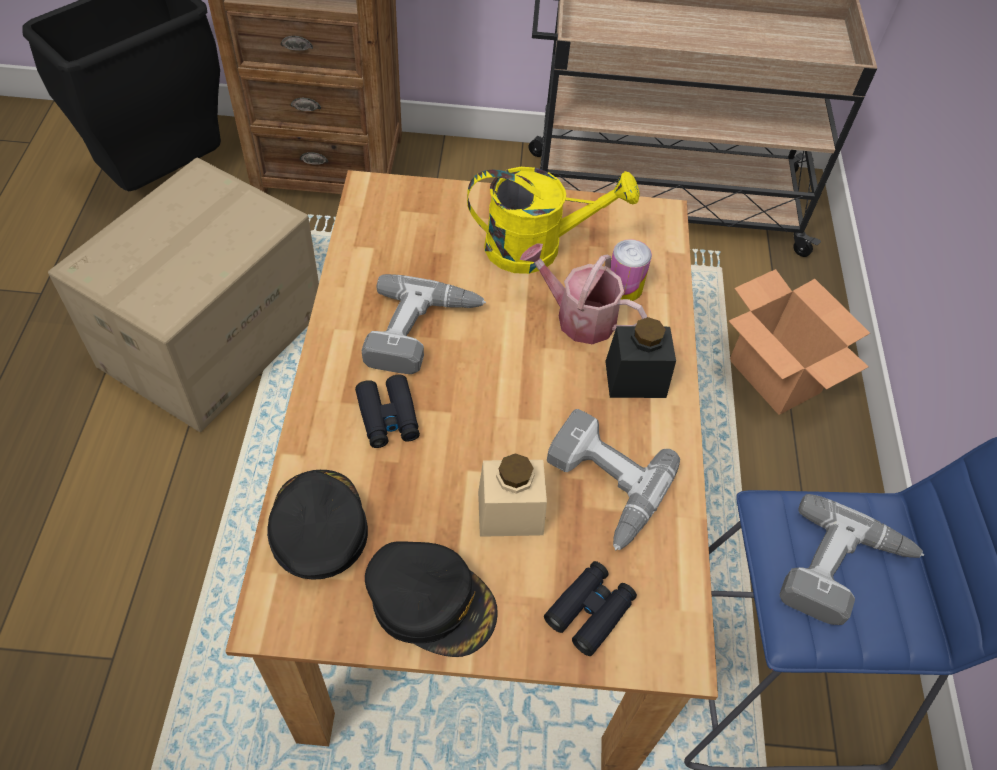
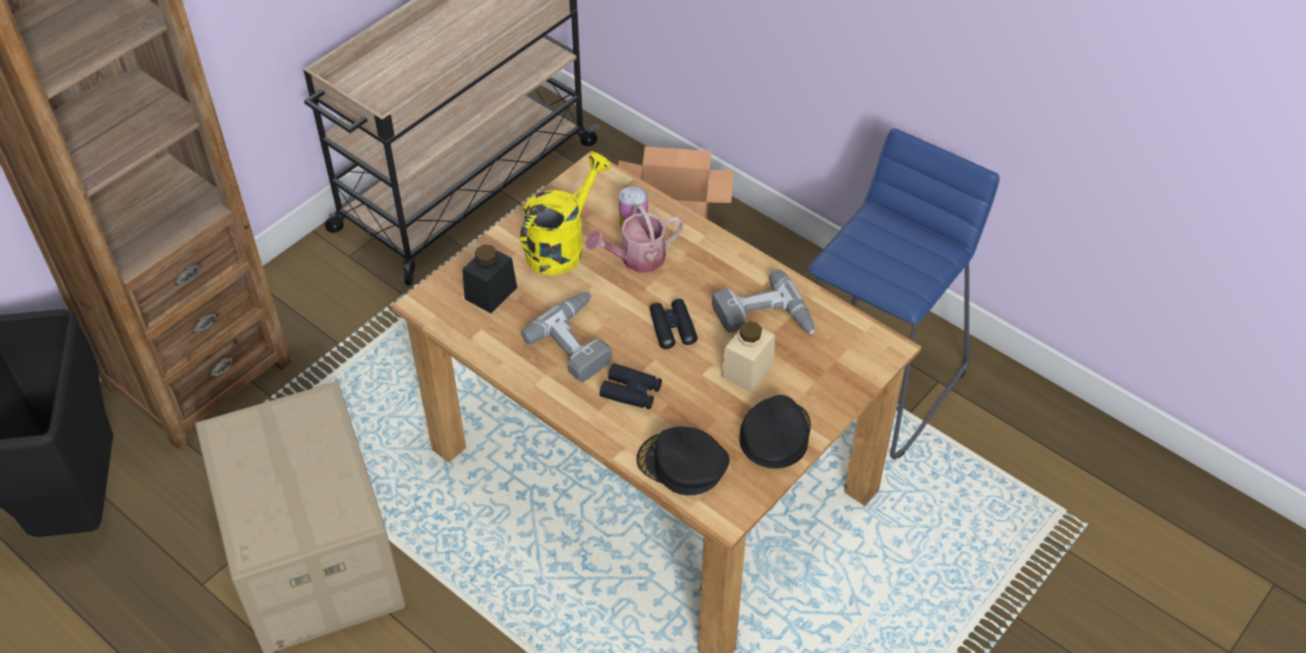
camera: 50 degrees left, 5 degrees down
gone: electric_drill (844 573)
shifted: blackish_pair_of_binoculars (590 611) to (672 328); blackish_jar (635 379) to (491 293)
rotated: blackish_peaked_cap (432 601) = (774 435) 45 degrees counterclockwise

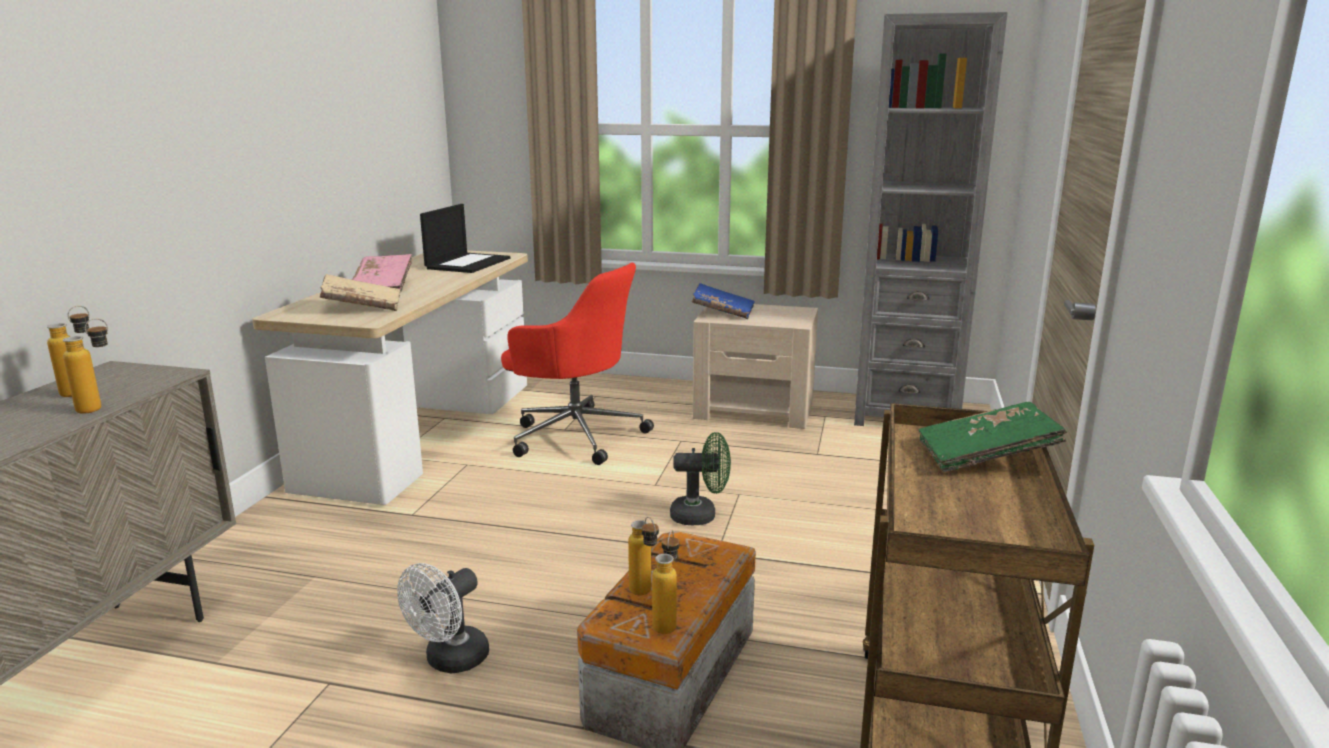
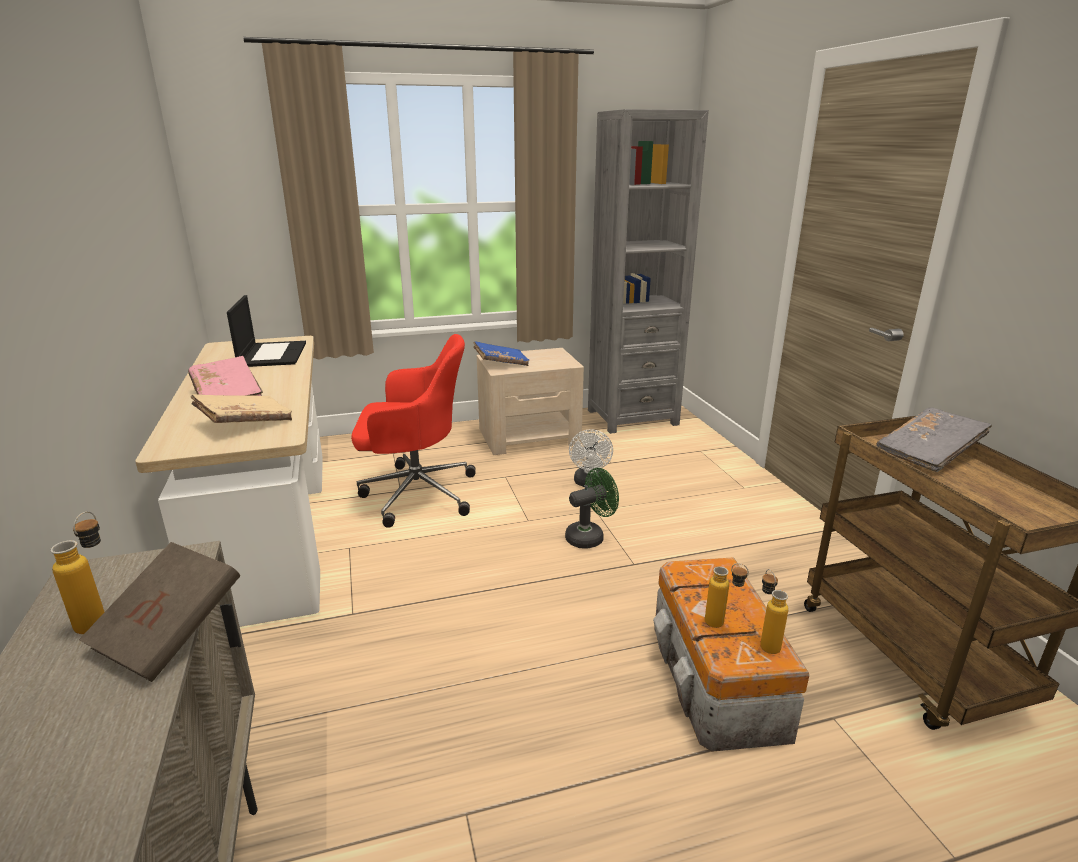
camera: 30 degrees left, 5 degrees up
shifted: white_electric_fan (450 661) to (590 483)
swapped: beverage_bottle (100 408) to brownish_book (170 633)
repainted: green-coloured_book (985 457) to gray_book (928 453)

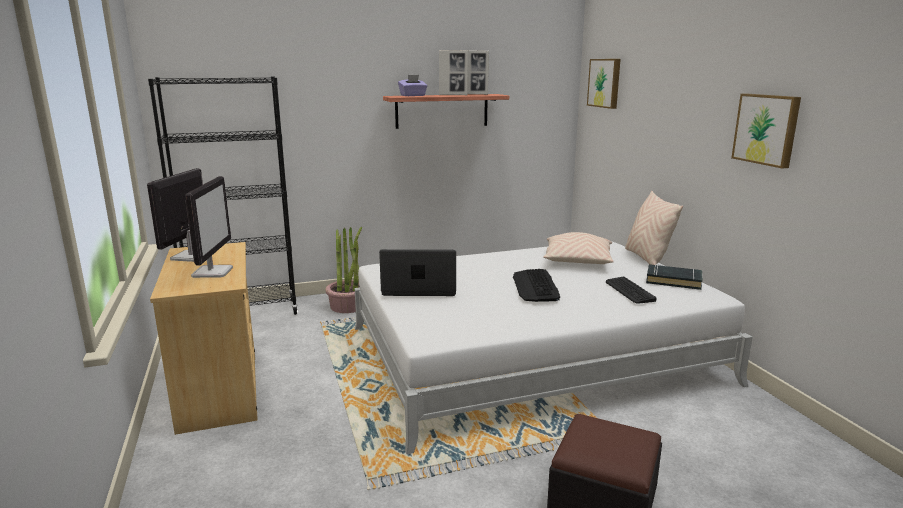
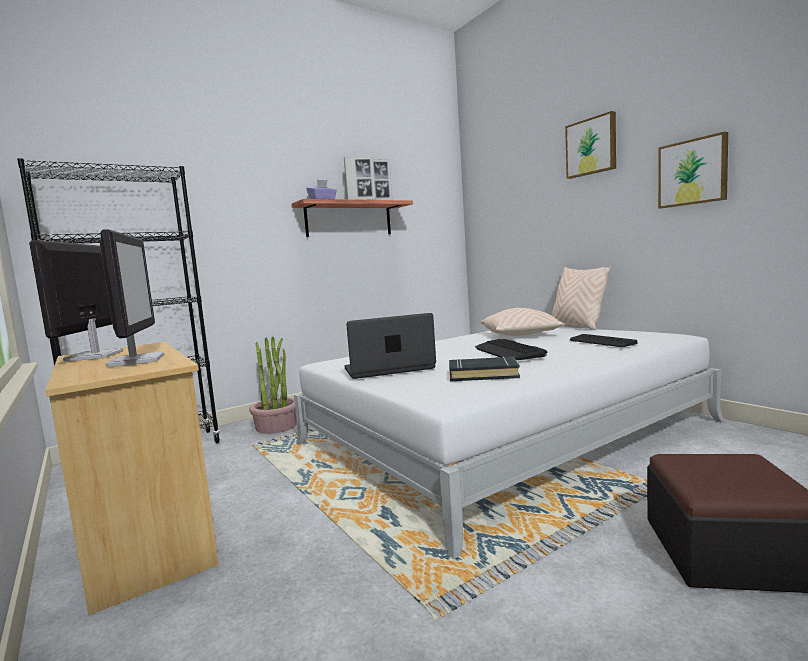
camera: 15 degrees left, 10 degrees down
shifted: picture (605 83) to (591 147); blackish_book (673 281) to (483 374)

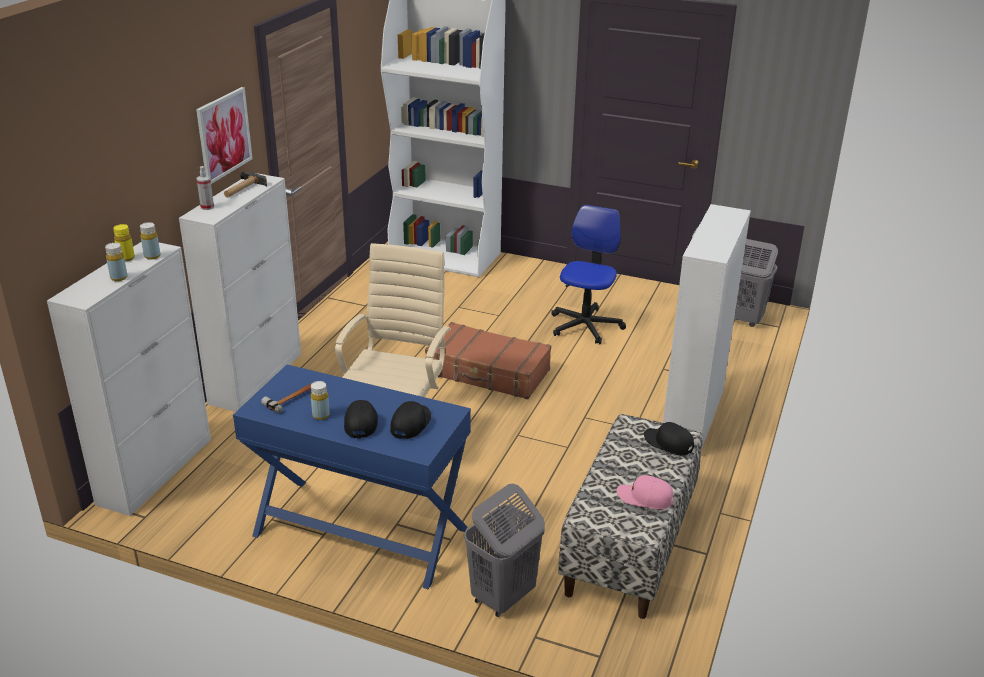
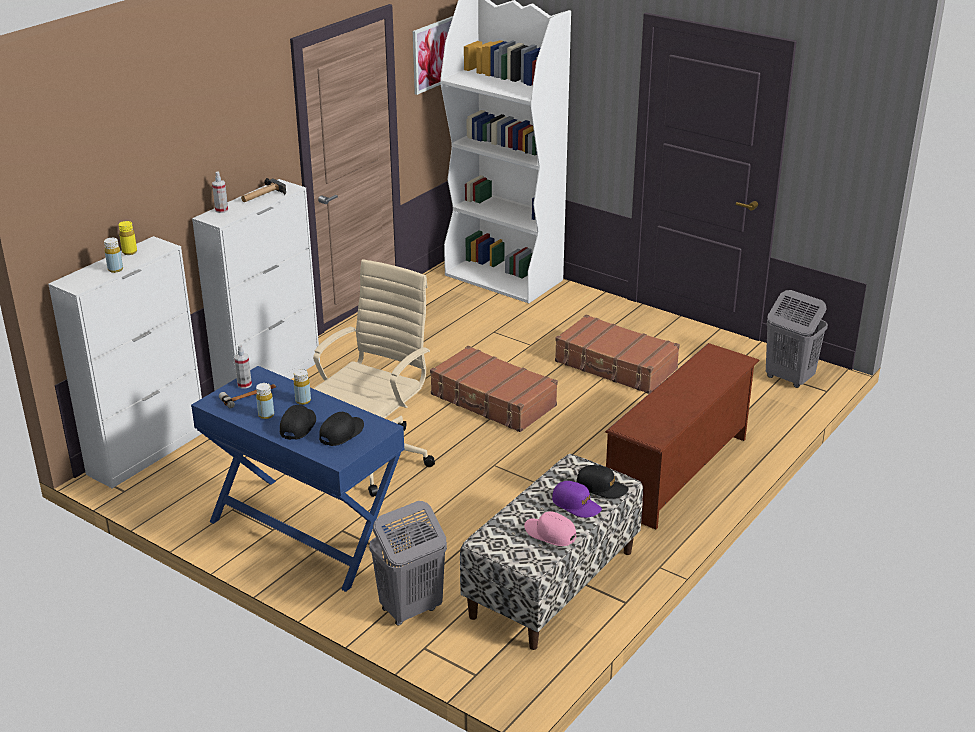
camera: 15 degrees right, 0 degrees up
new: hand_sprayer (244 384); purplish_peaked_cap (576 505)
shifted: yellow_beverage_bottle (152 256) to (303 401); picture (224 135) to (433 55)
swapped: office_chair (585 326) to brownish_suitcase (615 366); white_storage_cabinet (692 419) to brownish_shoe_rack (679 473)
rotated: blackish_peaked_cap (668 443) = (601 487) 150 degrees clockwise

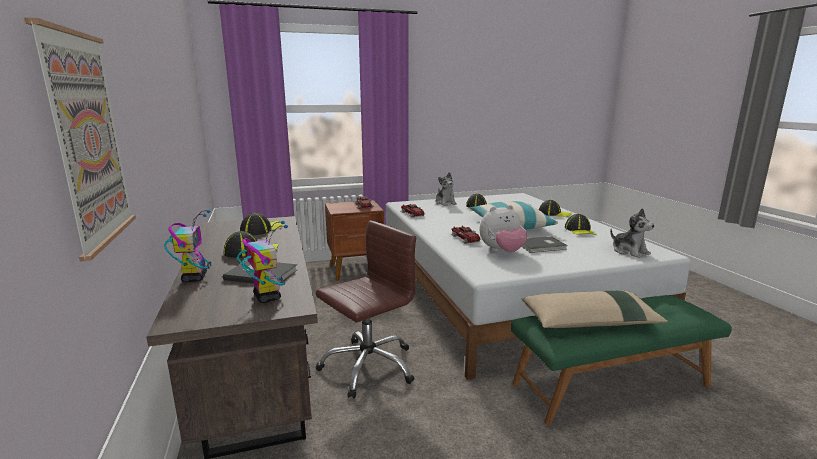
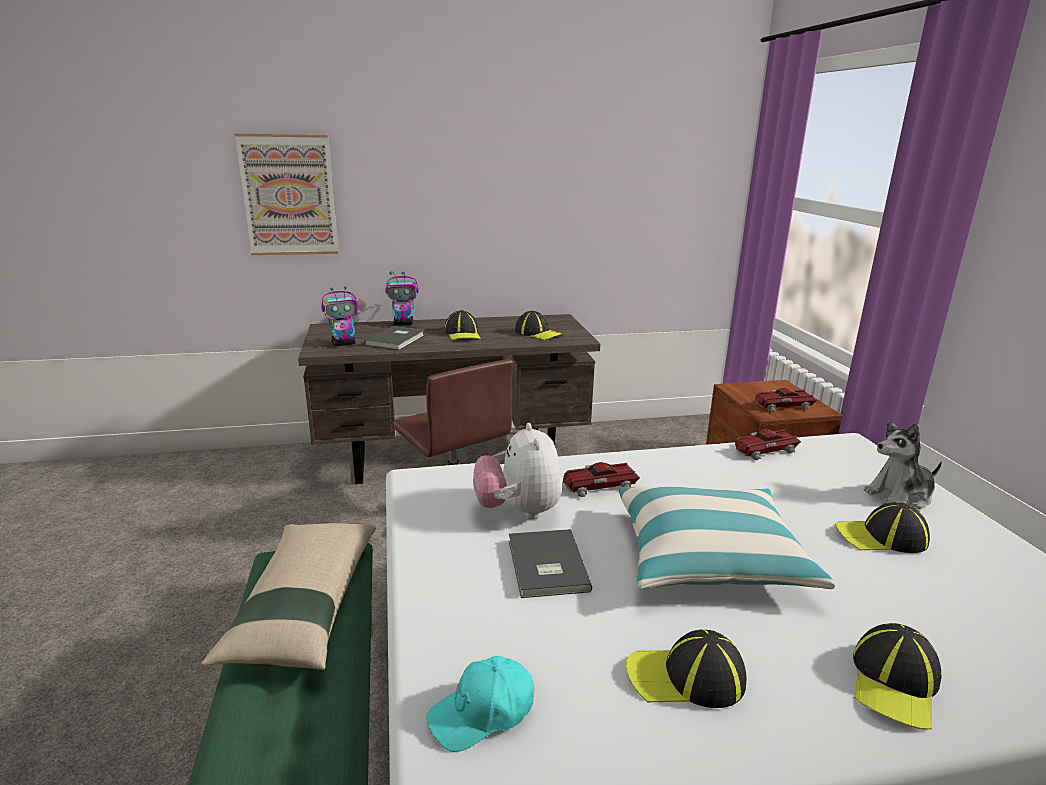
camera: 95 degrees right, 5 degrees up
swapped: plush_toy (629 251) to turquoise_peaked_cap (482 713)

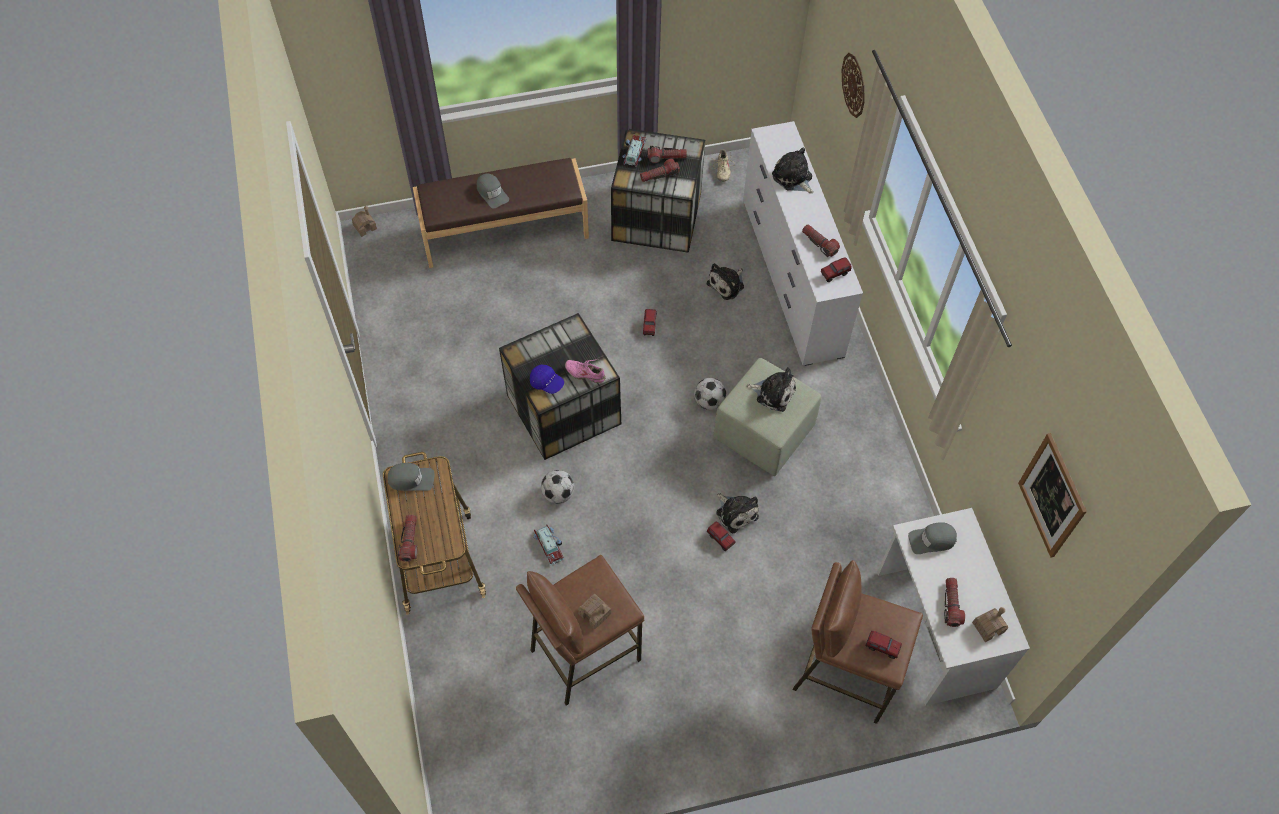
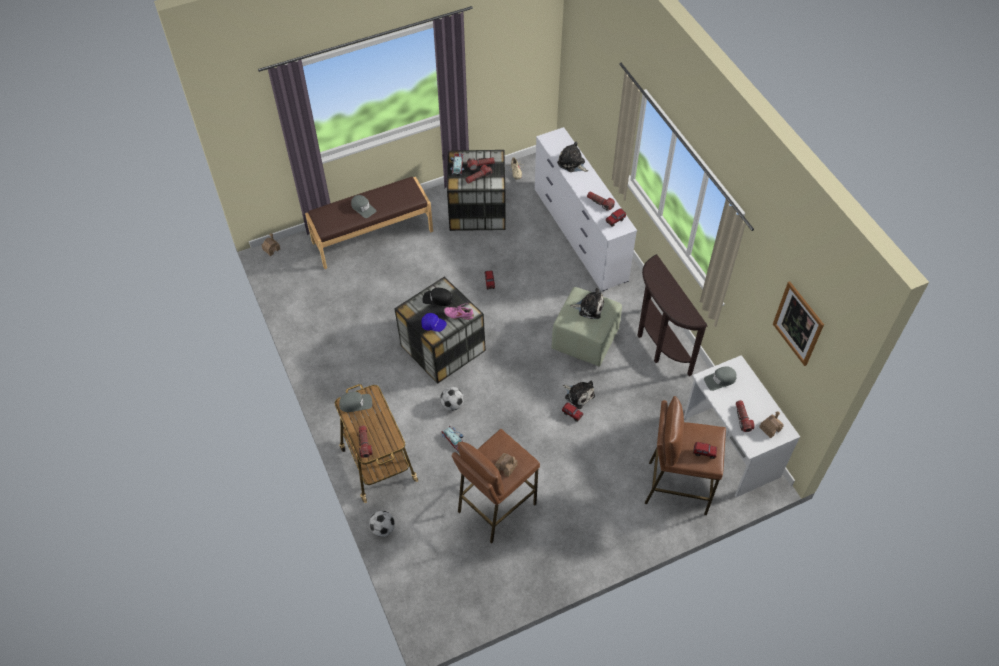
camera: 10 degrees left, 5 degrees down
gone: plush_toy (727 284); clock_on_the_wall (854 85)
new: blackish_peaked_cap (437 299); brownish_console_table (658 345)
shifted: ball_for_football (709 401) to (383 529)

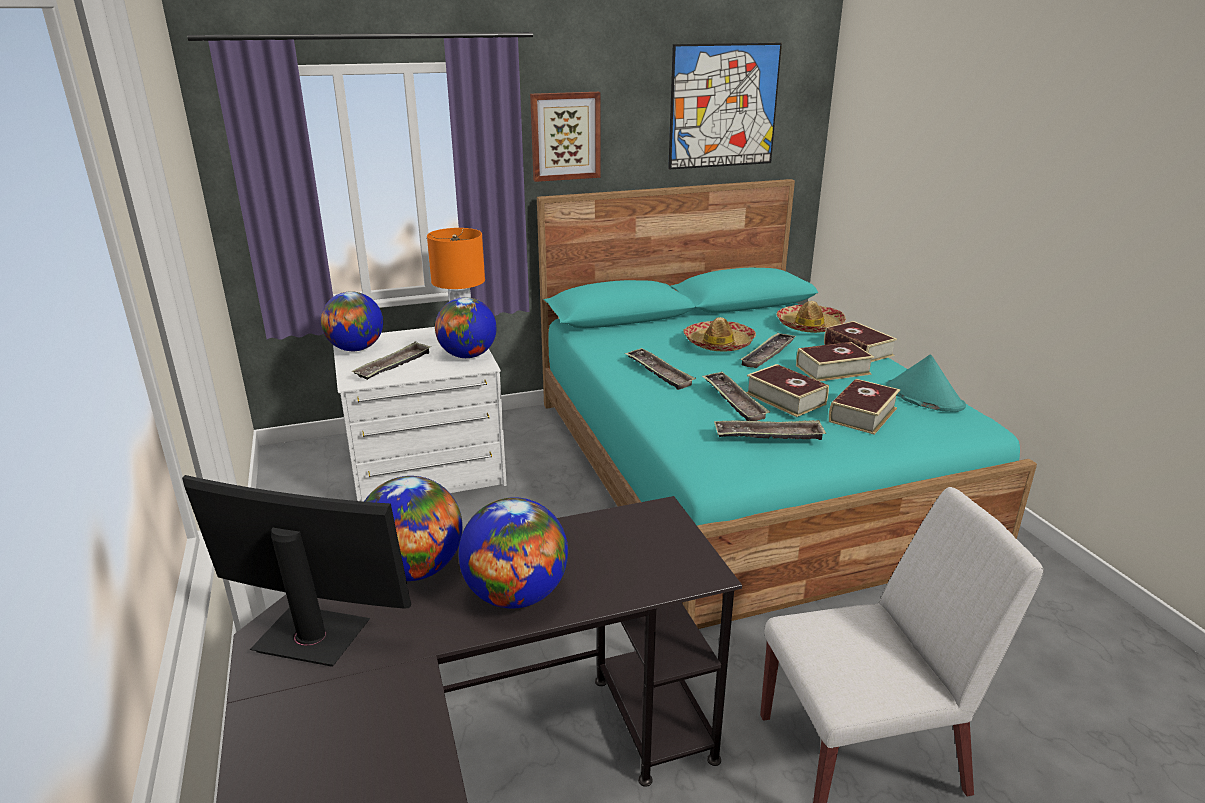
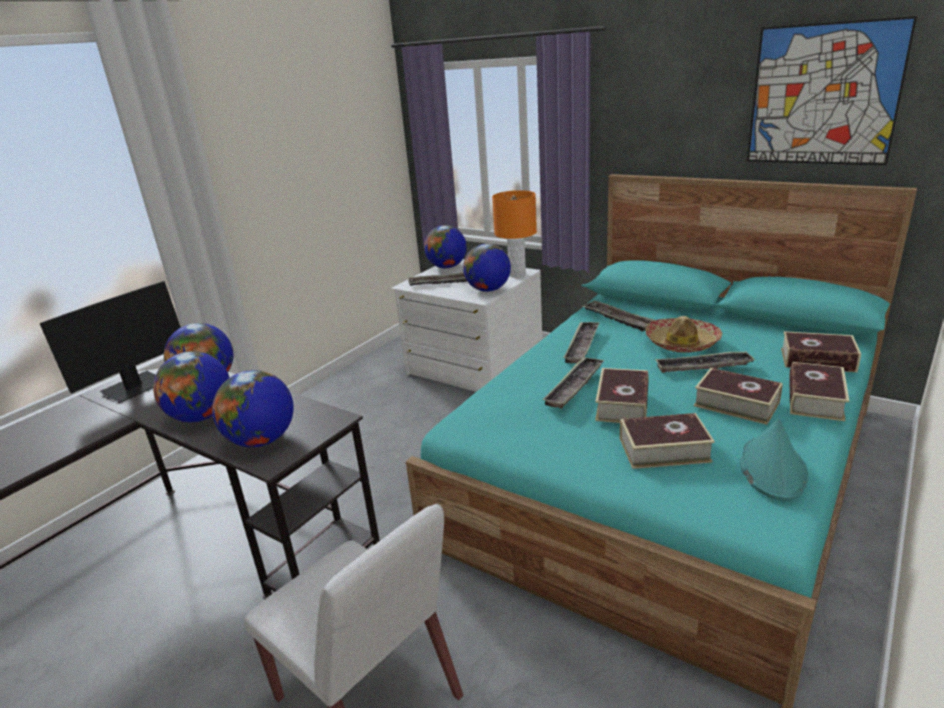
camera: 55 degrees right, 0 degrees up
gone: picture (565 136)
new: desk_globe (262 440)
shifted: carrying_tray (768 435) to (617 319)
swapped: hat (809 326) to book (817 360)
rotated: computer_screen (311 636) = (134 387) 60 degrees clockwise

